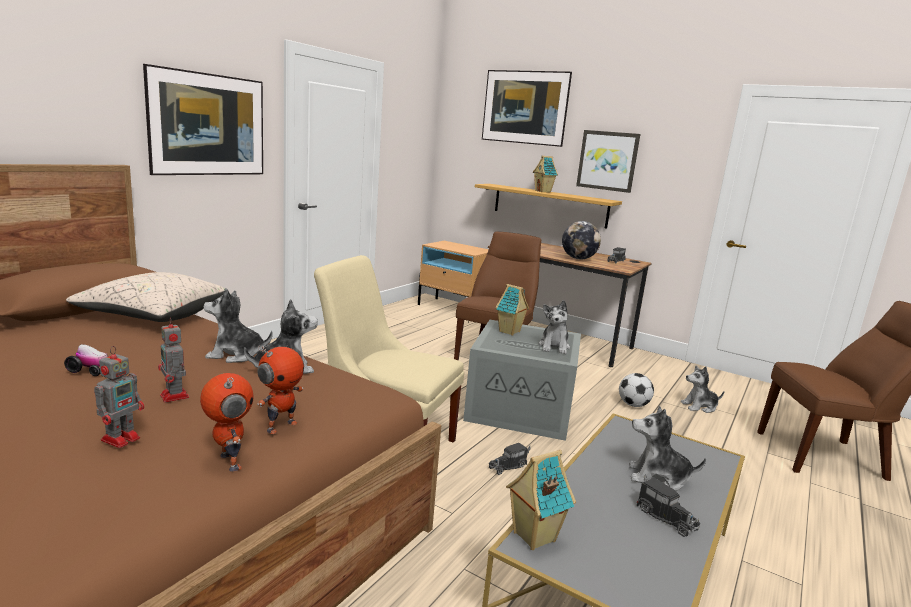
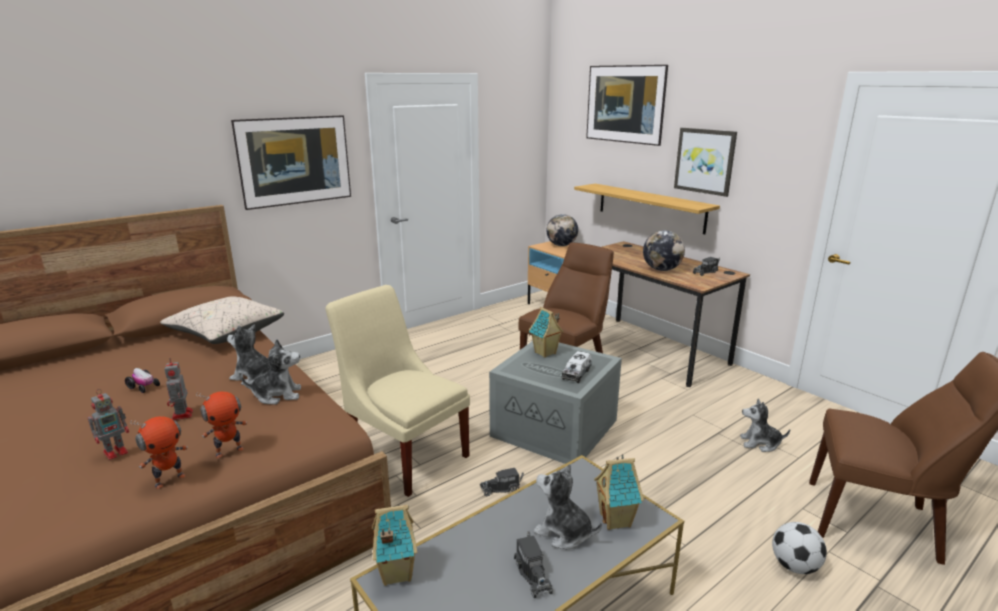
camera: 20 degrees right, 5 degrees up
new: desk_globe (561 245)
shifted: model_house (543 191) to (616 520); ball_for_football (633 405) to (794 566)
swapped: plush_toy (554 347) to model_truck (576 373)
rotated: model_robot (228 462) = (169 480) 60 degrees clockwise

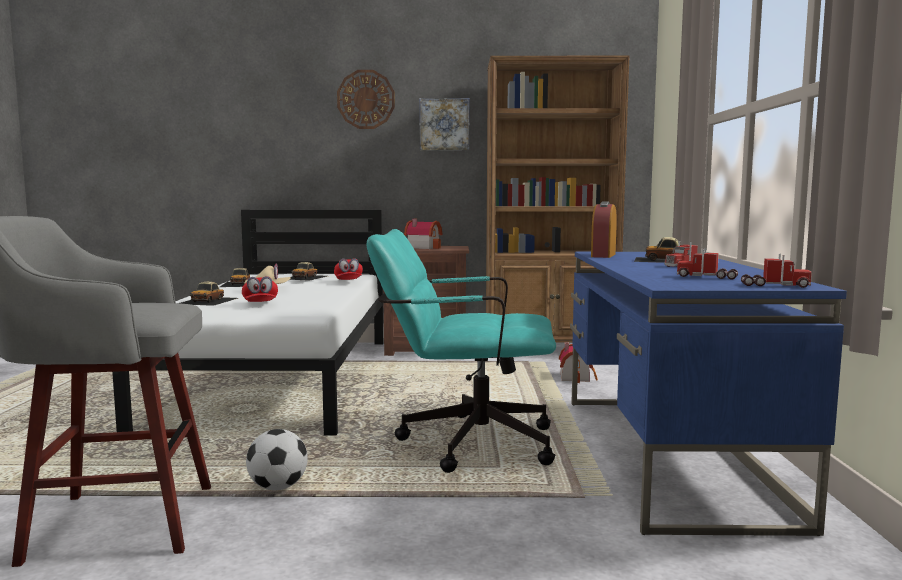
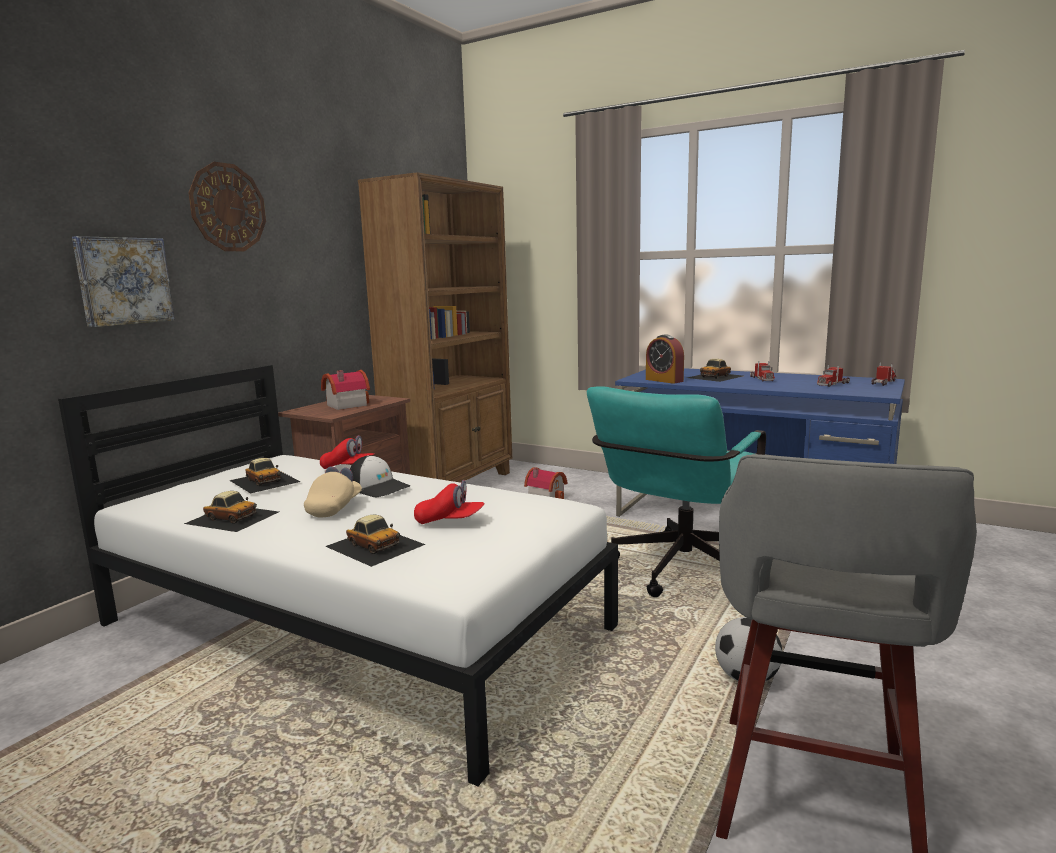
camera: 60 degrees left, 5 degrees up
new: peaked_cap (378 487)
shifted: picture (444 124) to (123 281)

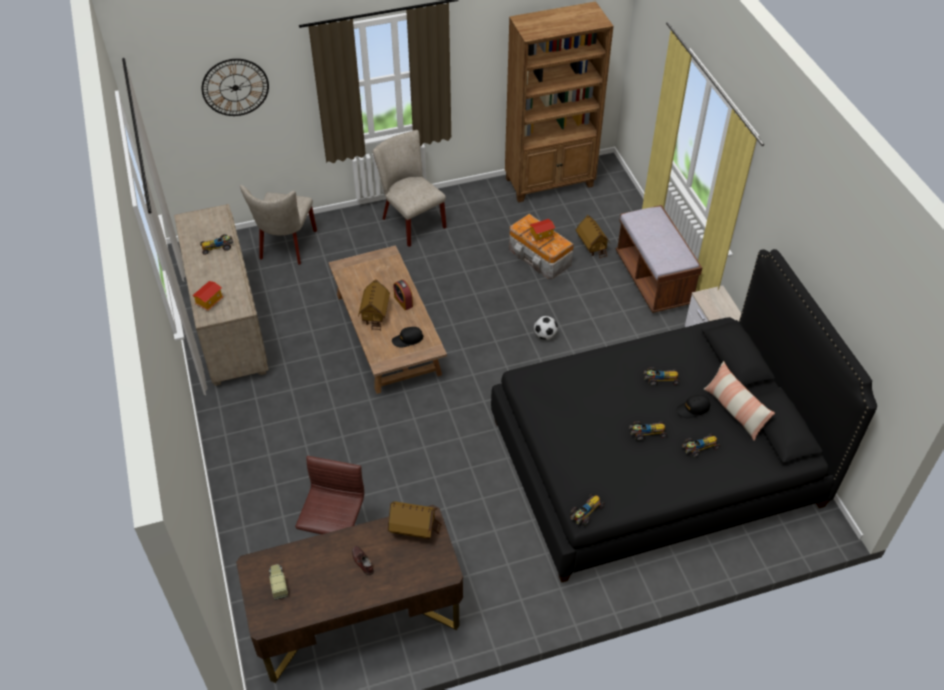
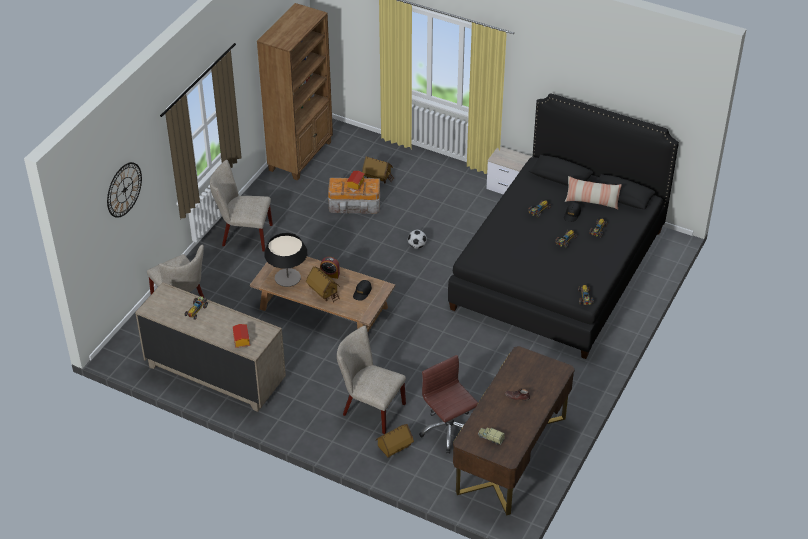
camera: 45 degrees left, 5 degrees down
gone: brownish_indoor_bench (653 280)
new: tabletop_lamp (287 277); beige-coloured_chair (370 408)
shifted: model_house (414 529) to (395 449)

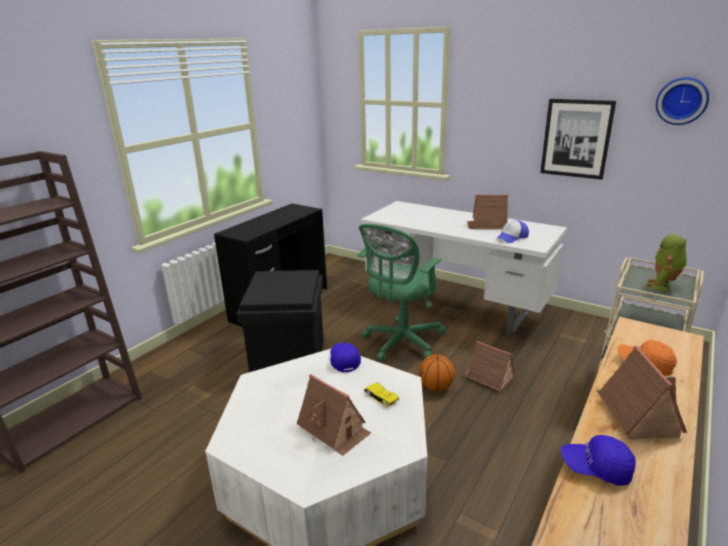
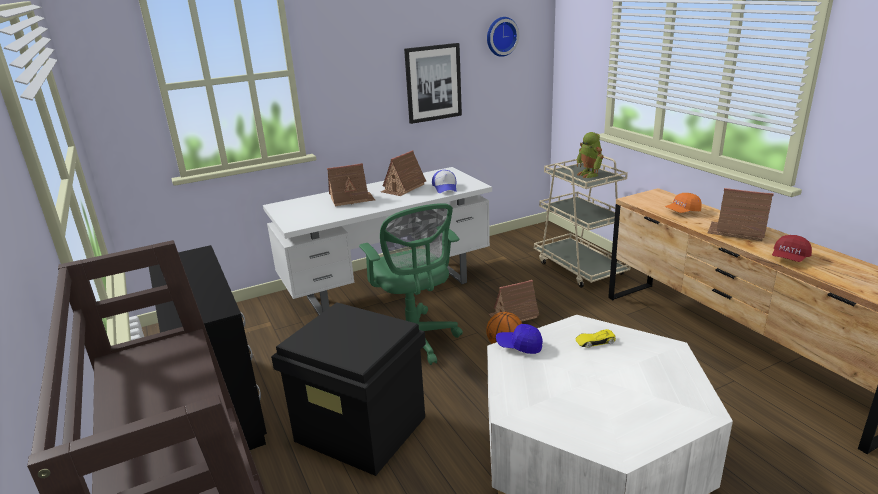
camera: 60 degrees left, 0 degrees up
shifted: model_house (334 429) to (351 199)
repainted: blue_peaked_cap (596 468) to red_peaked_cap (789 258)

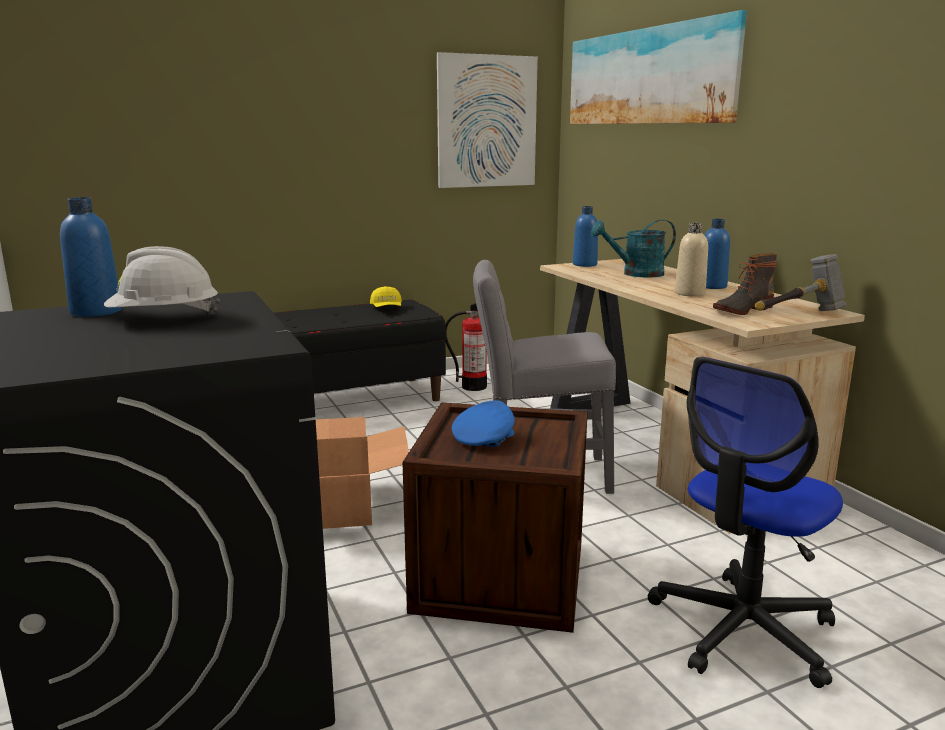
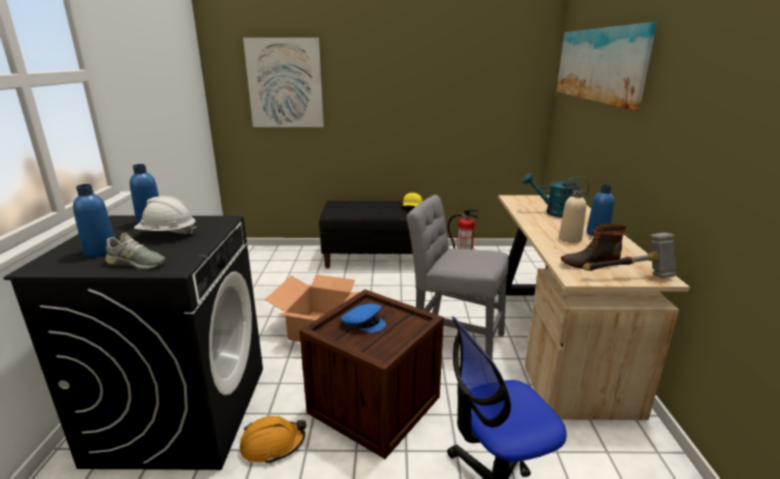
camera: 25 degrees right, 5 degrees up
new: gray_shoe (136 263); orange-coloured_safety_helmet (273 445)
shifted: picture (487 122) to (285 83); blue_beverage_bottle (584 264) to (101 252)
rotated: blue_peaked_cap (484 438) = (363 323) 60 degrees clockwise

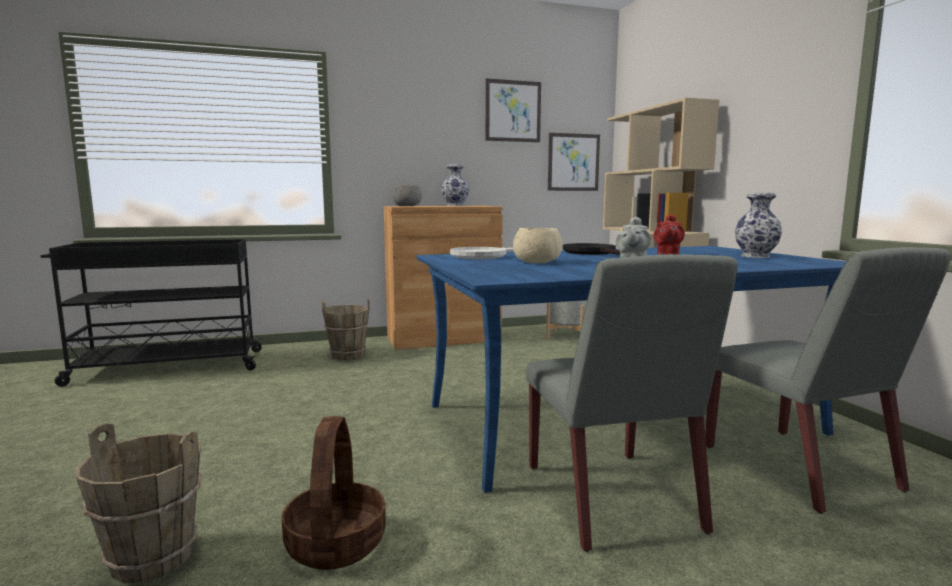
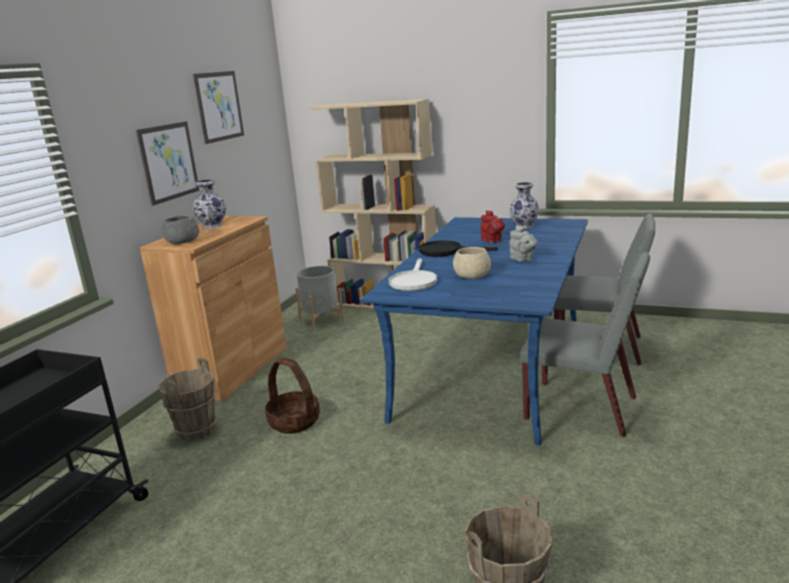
camera: 50 degrees left, 10 degrees up
shifted: basket (336 543) to (295 421); picture (573 162) to (169 162)

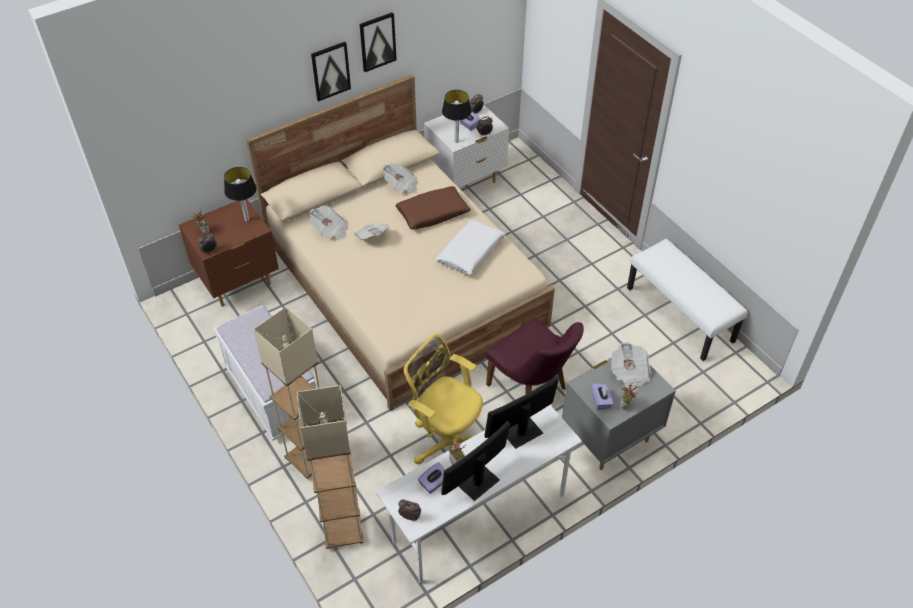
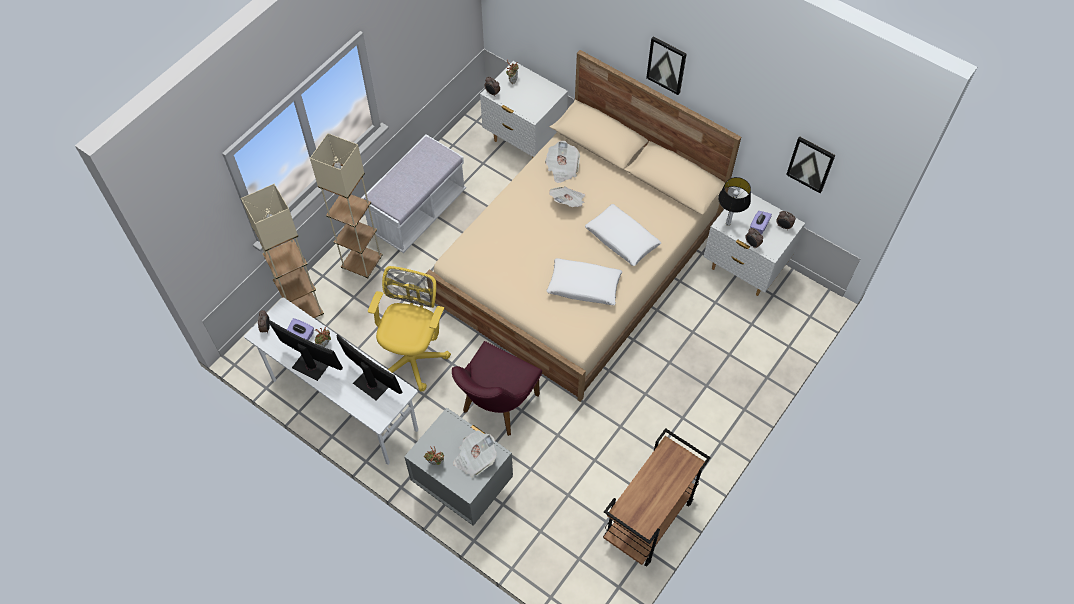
camera: 70 degrees right, 10 degrees up
gone: tabletop_lamp (247 220); printed_paper (401 185); purplish_tissue_holder (600 401)
shifted: picture (377 41) to (811 164)
swapped: white_indoor_bench (680 314) to brownish_trolley (648 521)
repainted: brownish_nightstand (238 283) to white_nightstand (524 141); brownish_cushion (433 213) to white_cushion (622 239)

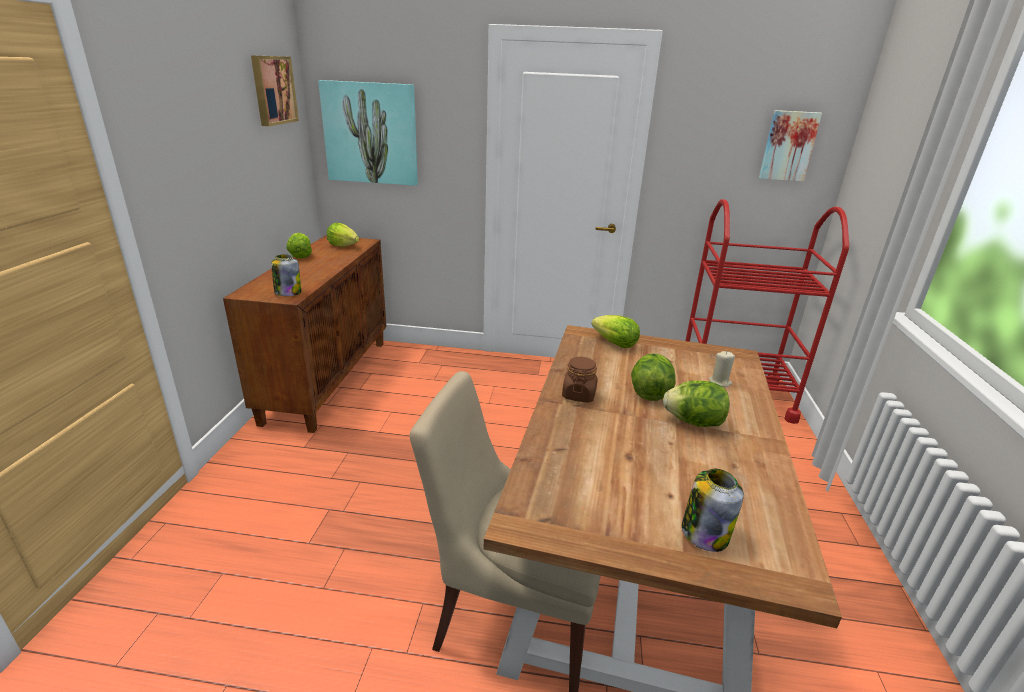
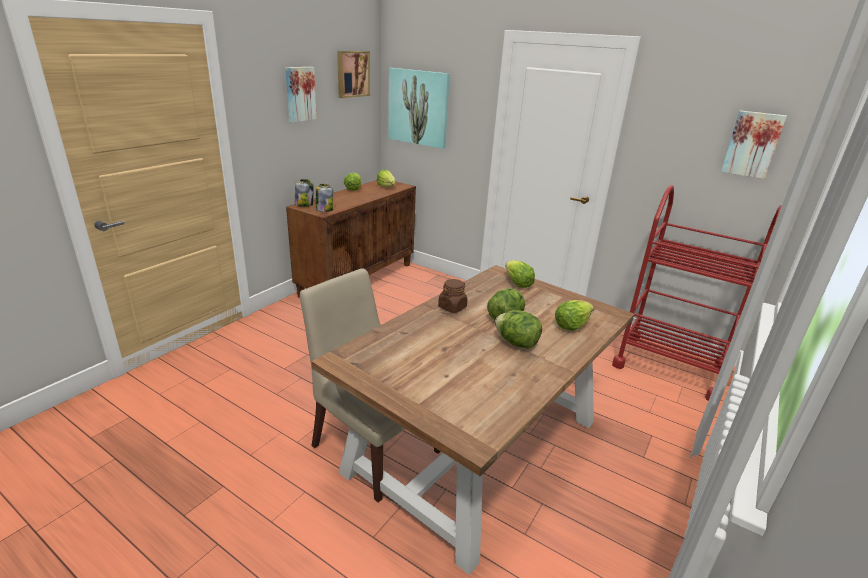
camera: 25 degrees right, 0 degrees up
new: picture (300 94)
shifted: jar (704 533) to (304 204)
swapped: beige-coloured_wax_light (720 382) to head_of_lettuce (571 325)

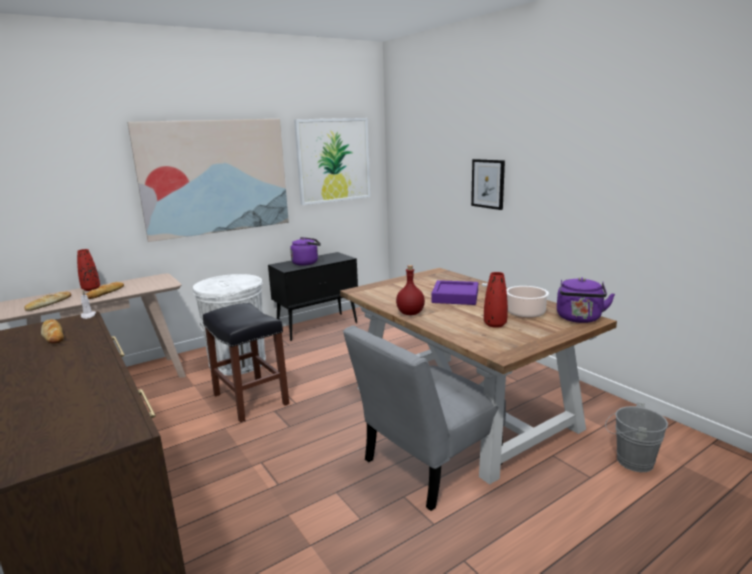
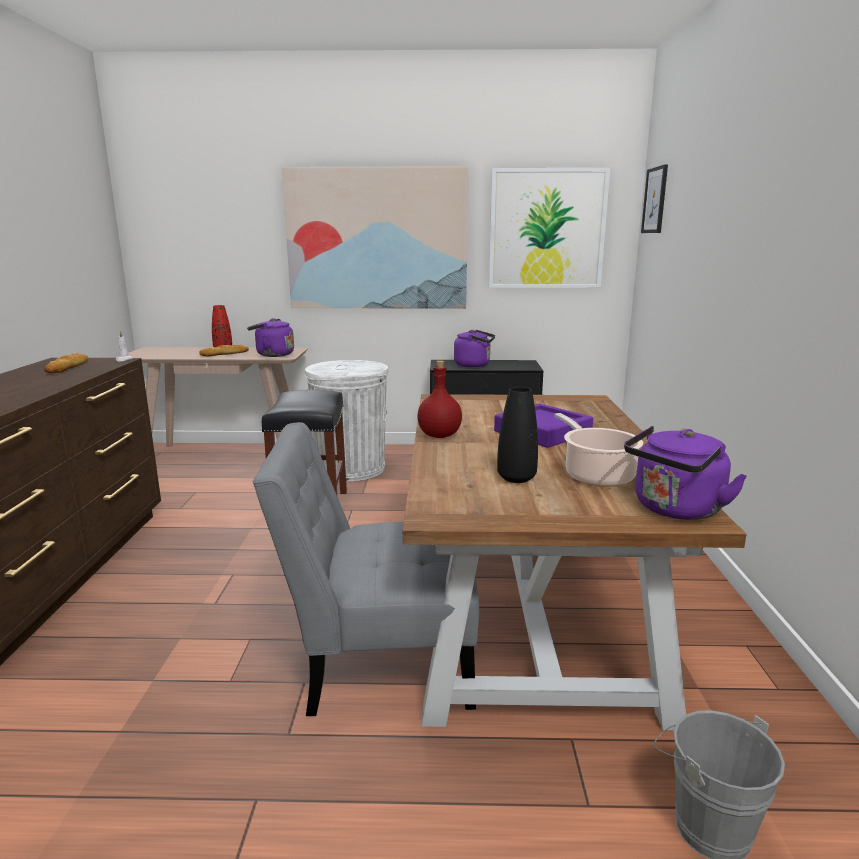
camera: 35 degrees right, 0 degrees up
gone: bread (48 304)
new: purplish_kettle (272 355)
shifted: picture (488 184) to (655 200)
repainted: red_vase (495 324) to blackish_vase (516 478)

